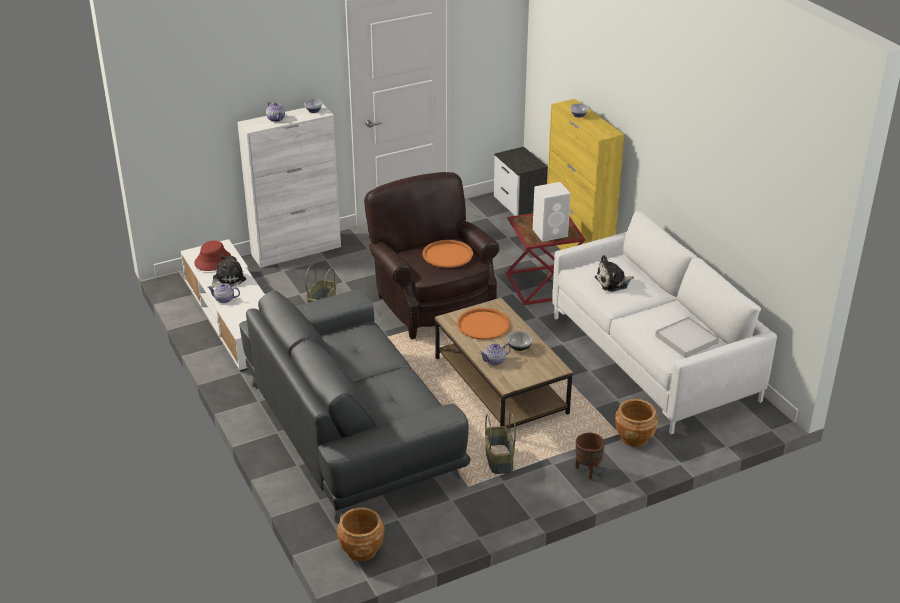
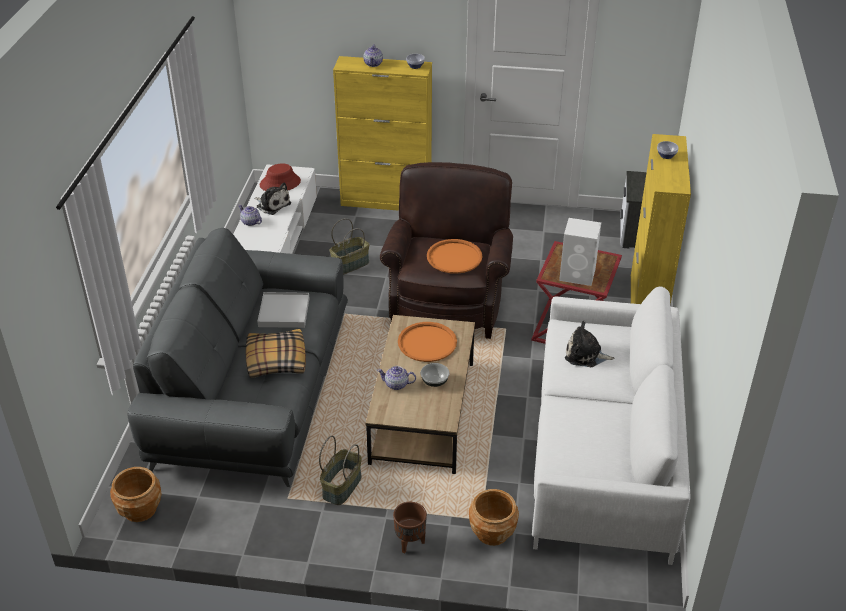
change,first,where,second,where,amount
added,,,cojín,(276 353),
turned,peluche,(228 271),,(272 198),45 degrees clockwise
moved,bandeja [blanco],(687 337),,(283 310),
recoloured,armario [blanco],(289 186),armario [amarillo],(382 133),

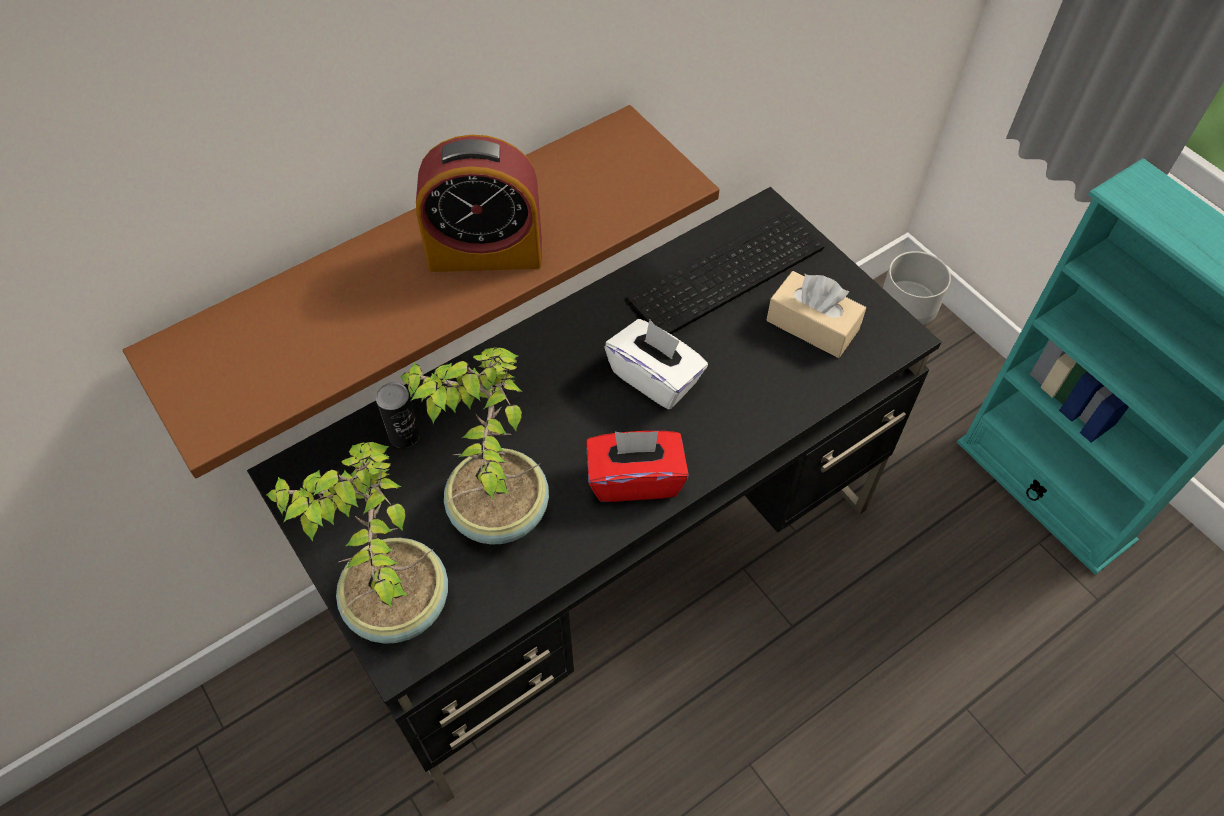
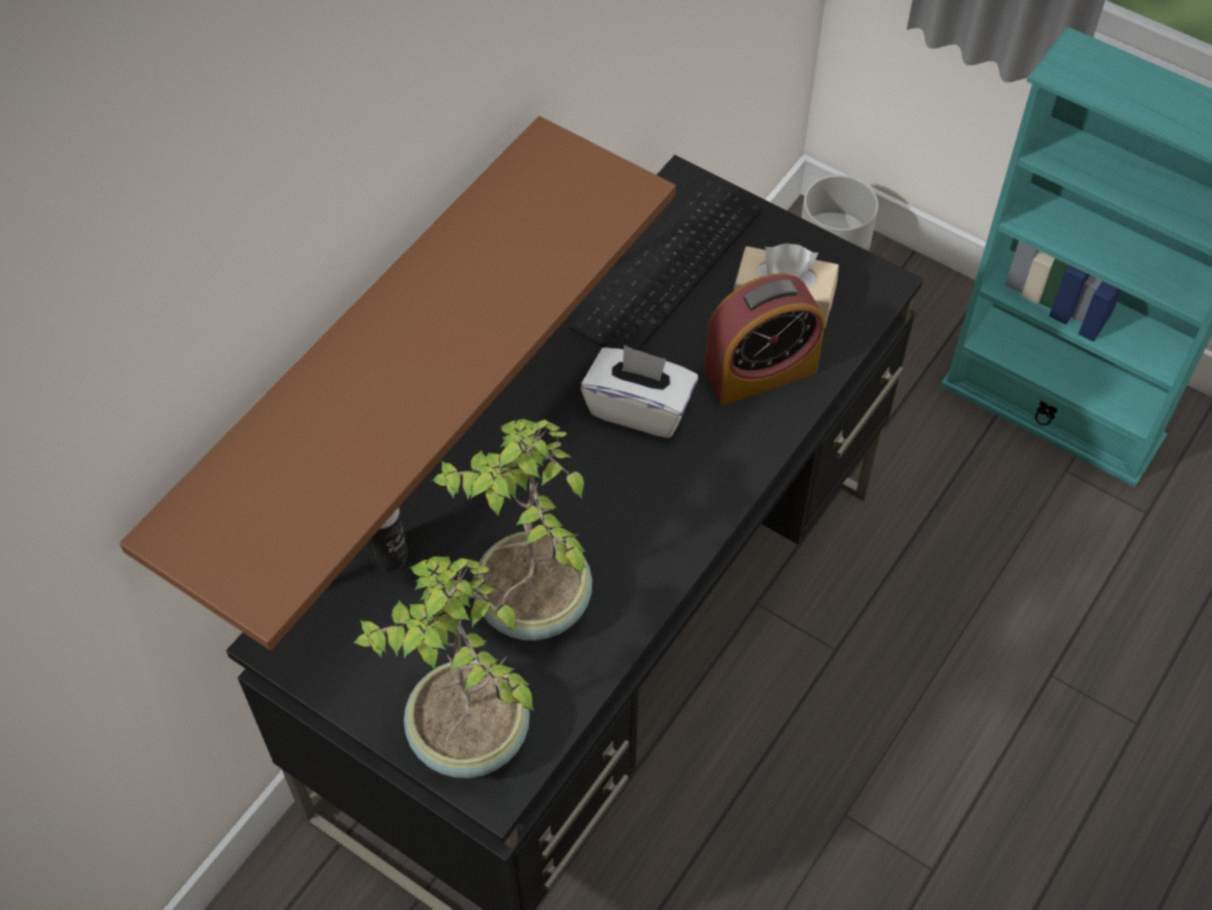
change,first,where,second,where,amount
moved,despertador,(479 203),,(764 339),
removed,caja de pañuelos [rojo],(637 466),,,

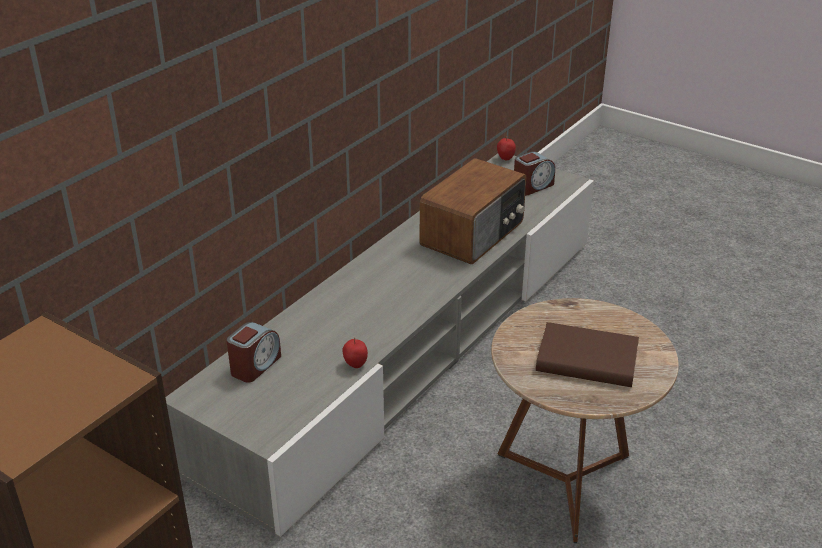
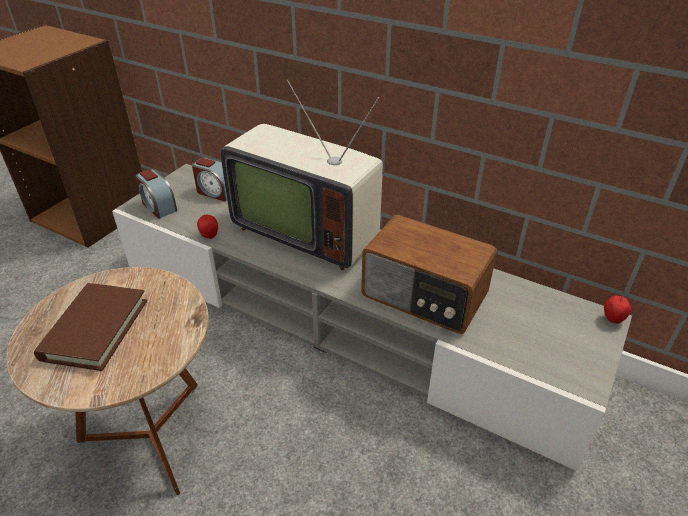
change,first,where,second,where,amount
moved,despertador,(534 173),,(156 194),
added,,,televisor,(302 175),

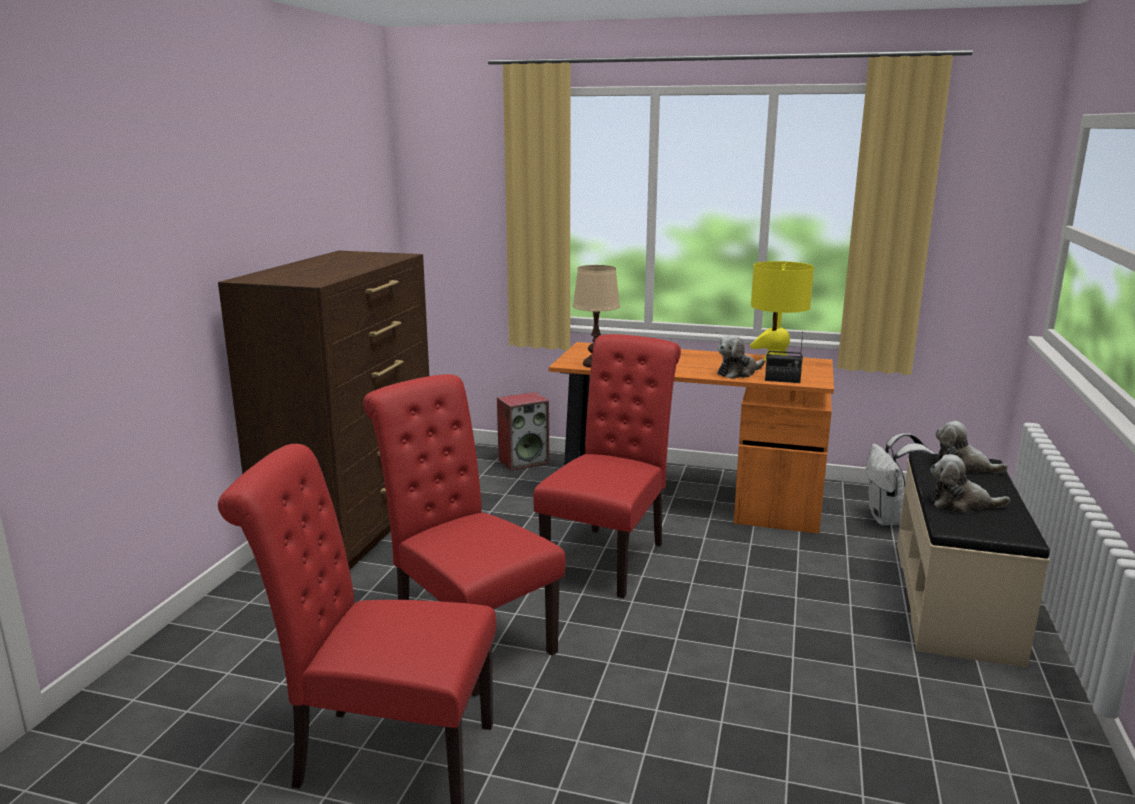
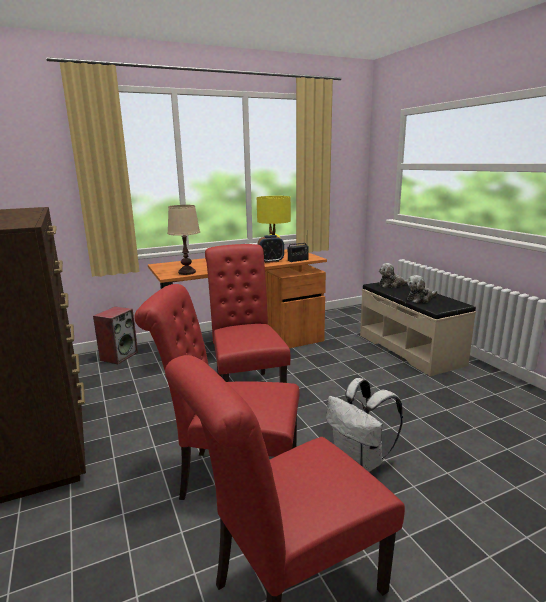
change,first,where,second,where,amount
replaced,peluche,(741 357),despertador,(271 249),
moved,mochila [blanco],(900 479),,(364 425),

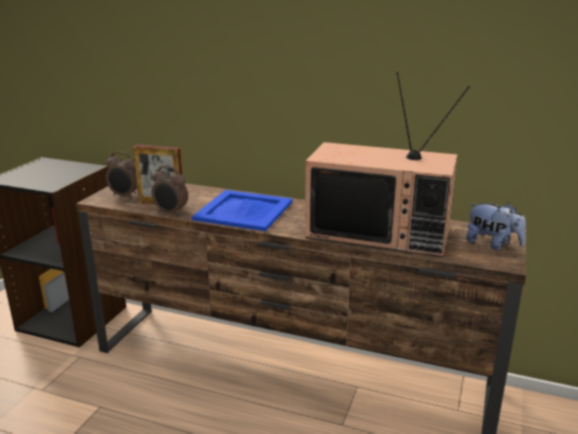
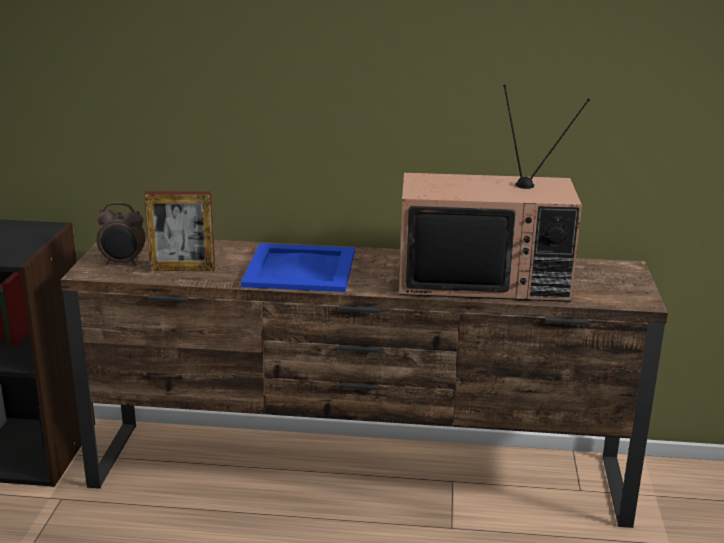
change,first,where,second,where,amount
removed,despertador,(170 191),,,
removed,peluche,(496 227),,,

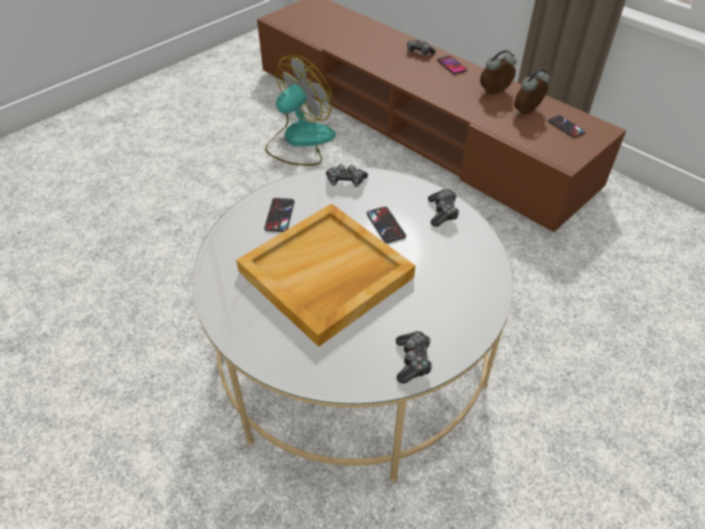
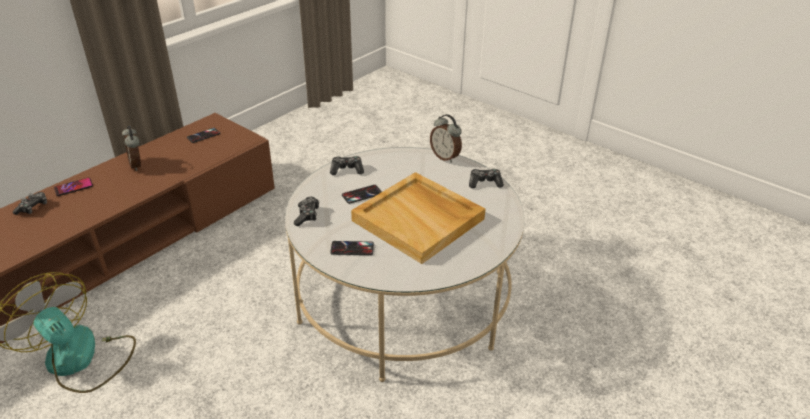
change,first,where,second,where,amount
moved,despertador,(532 91),,(446 138),

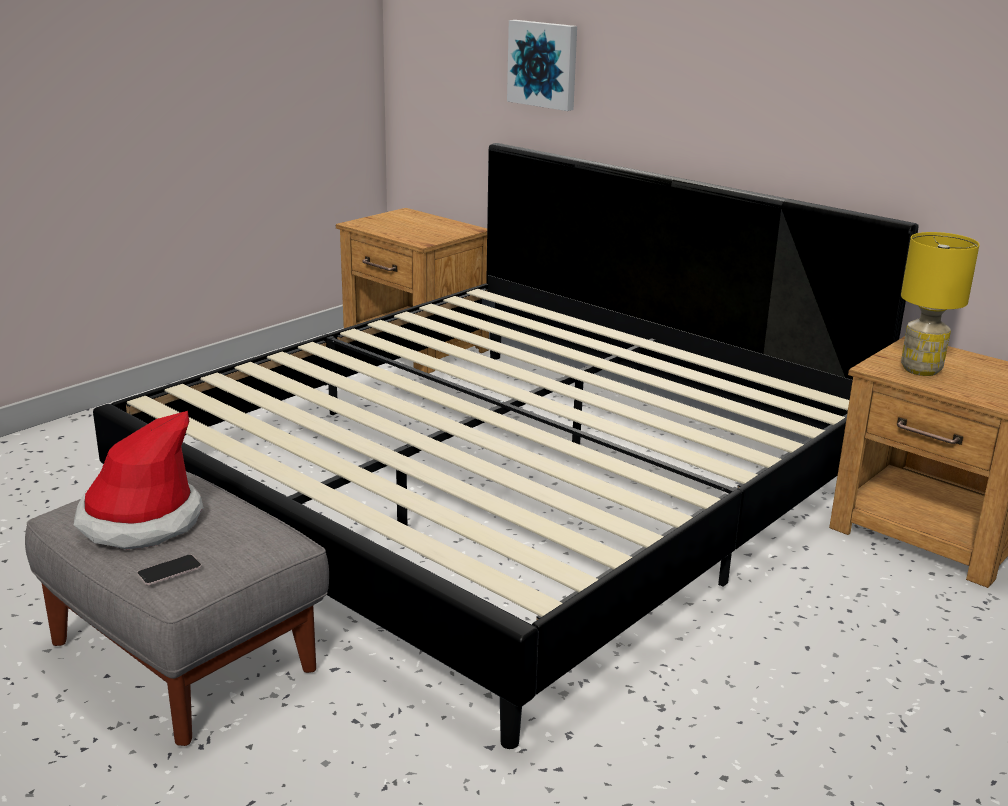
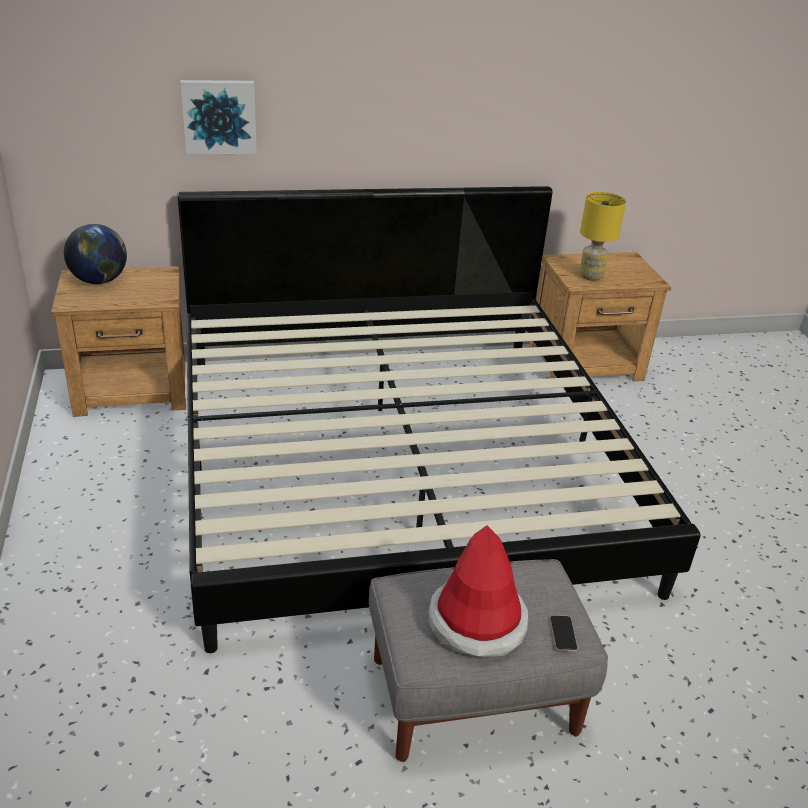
change,first,where,second,where,amount
added,,,globo terráqueo,(95 254),

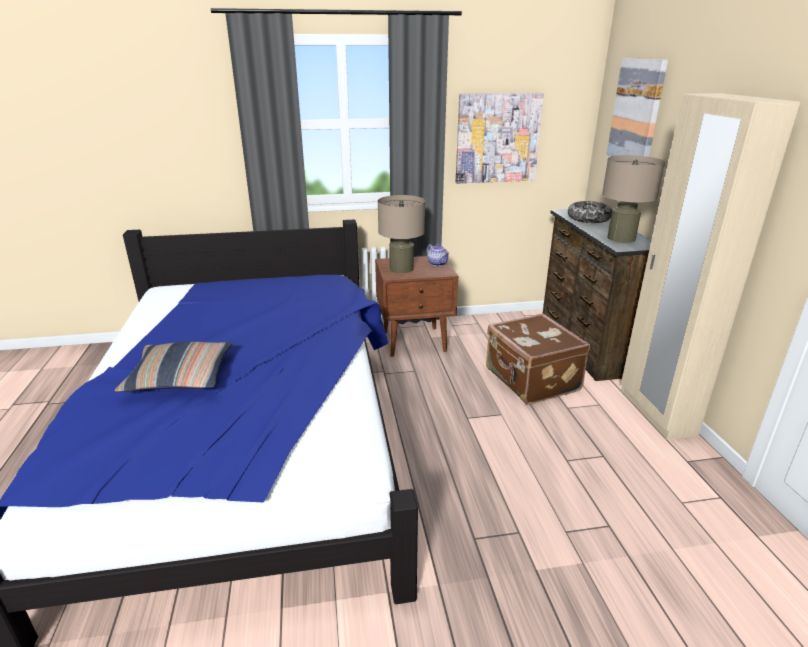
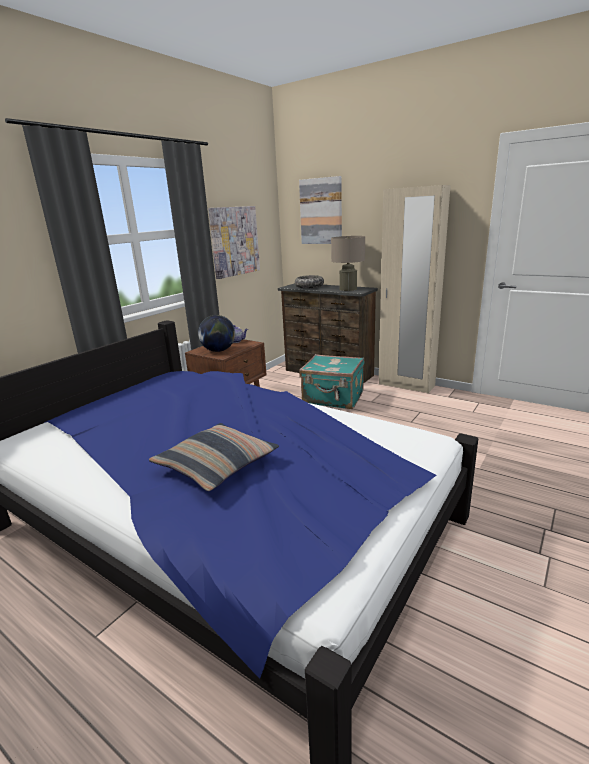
change,first,where,second,where,amount
replaced,lámpara de mesa [beis],(401 234),globo terráqueo,(216 333),
recoloured,maleta [marrón],(538 359),maleta [turquesa],(332 381),

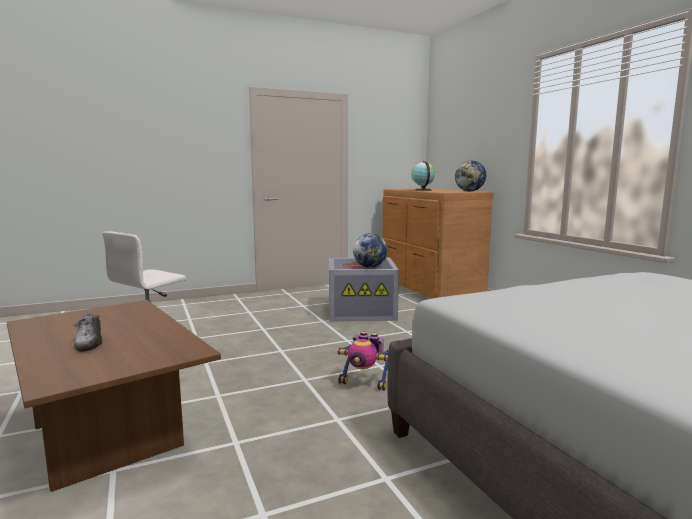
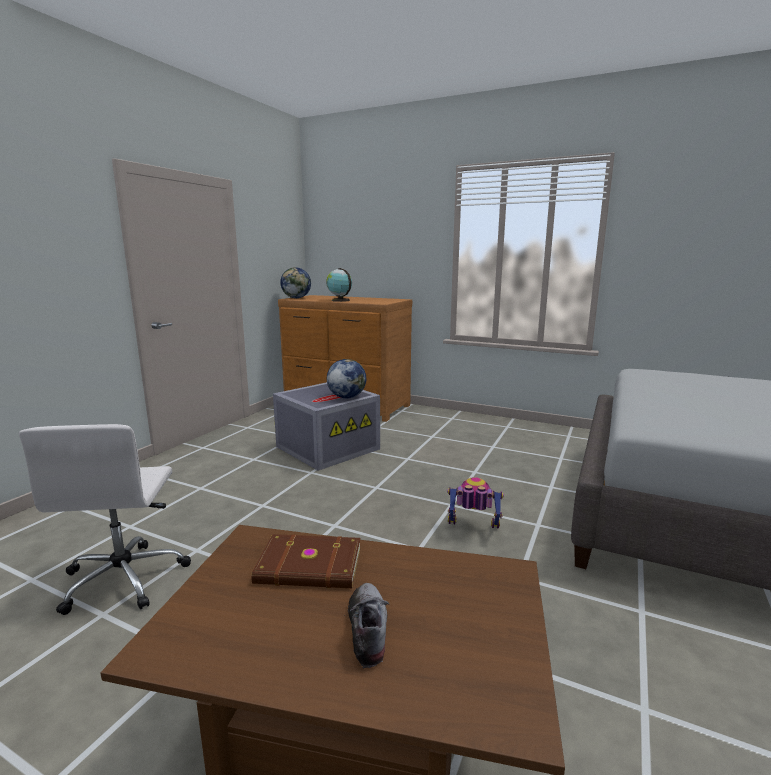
change,first,where,second,where,amount
added,,,libro [marrón],(306 561),
moved,globo terráqueo,(470 176),,(295 282),
turned,zapato,(88 332),,(368 625),120 degrees counterclockwise
turned,robot de juguete,(363 361),,(475 502),150 degrees counterclockwise

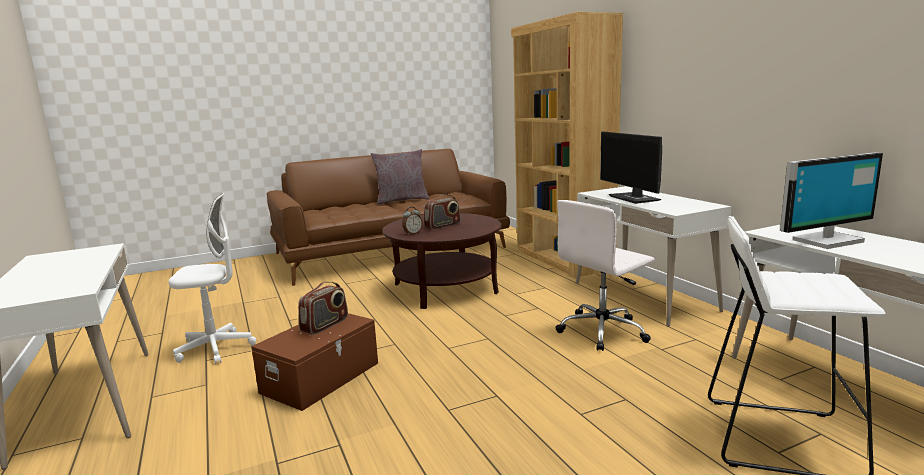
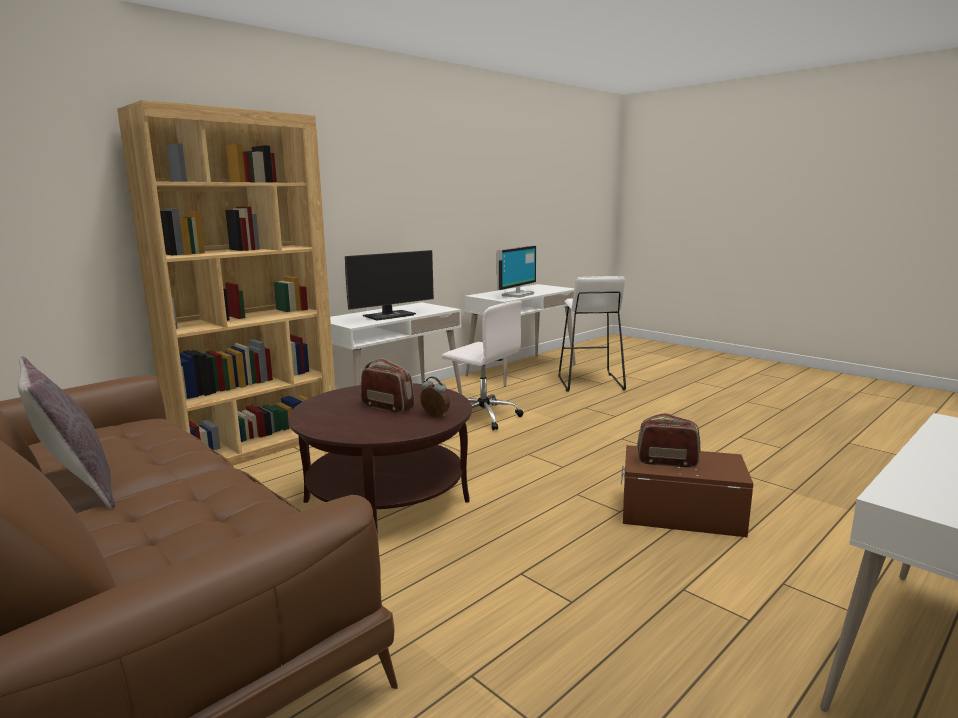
change,first,where,second,where,amount
turned,monitor,(831 201),,(516 272),75 degrees clockwise
removed,silla de oficina [blanco],(212 278),,,

